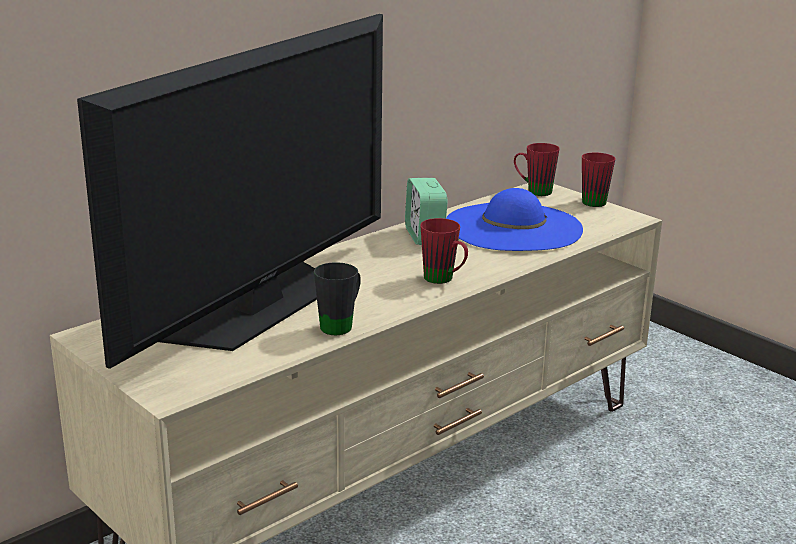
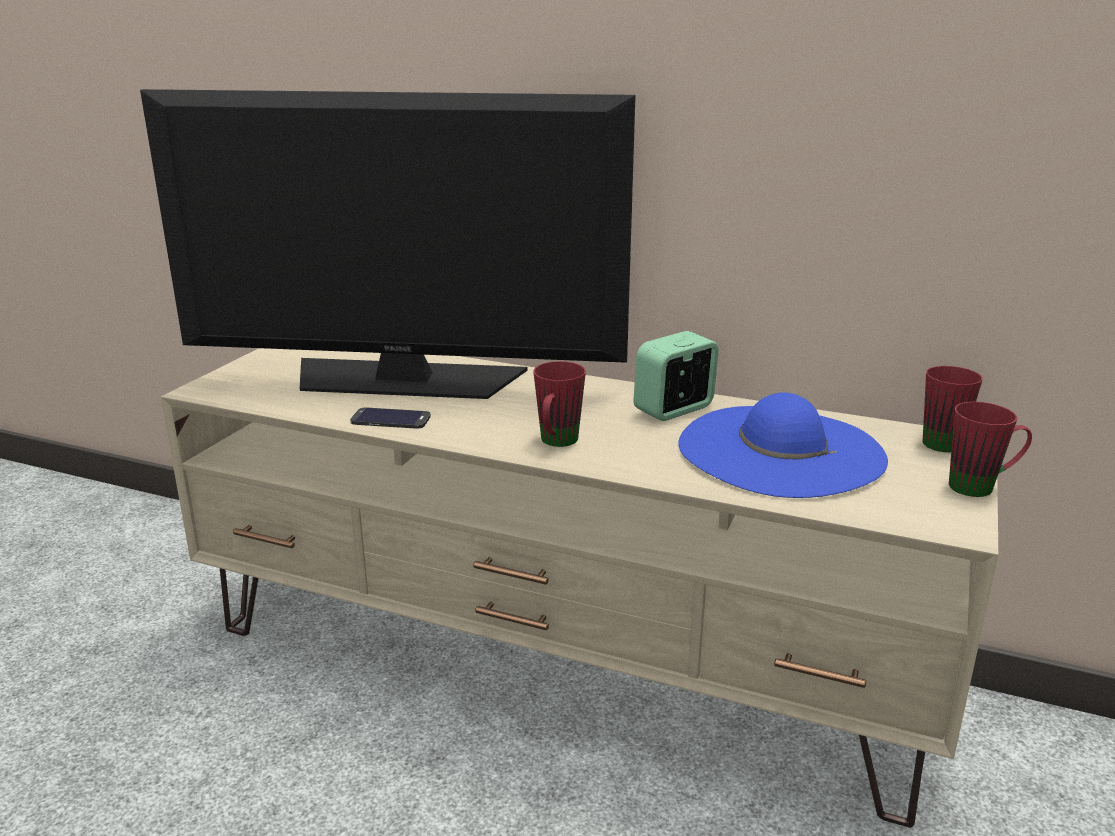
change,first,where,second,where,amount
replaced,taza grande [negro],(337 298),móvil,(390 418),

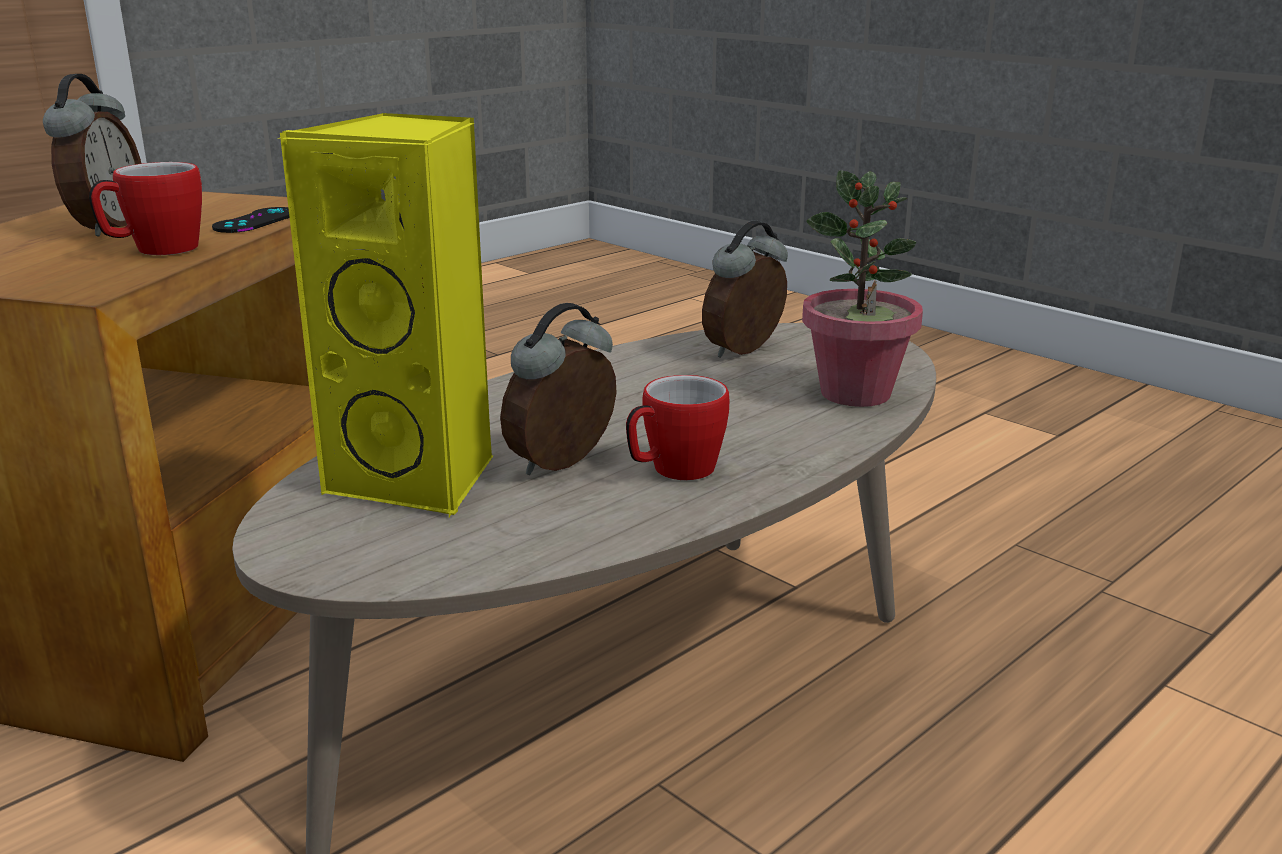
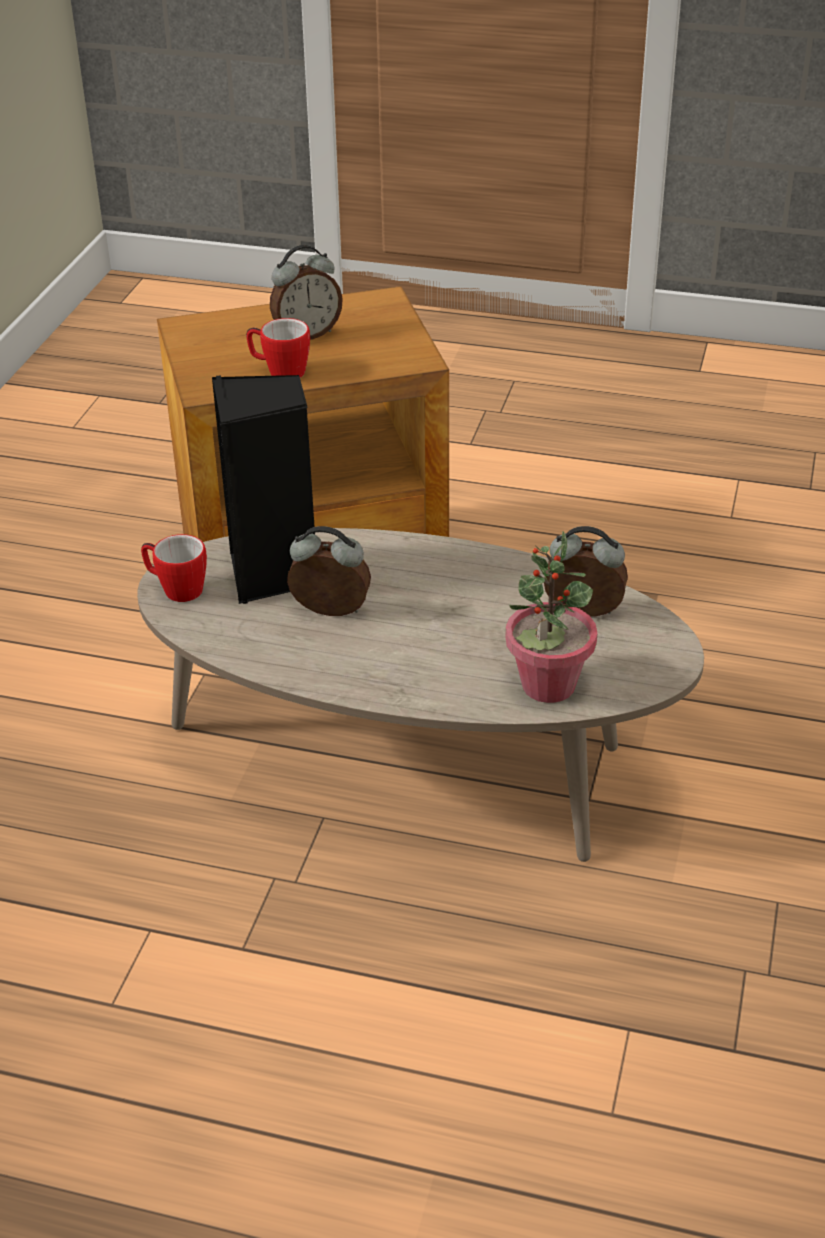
change,first,where,second,where,amount
moved,taza grande,(677 427),,(174 568),
recoloured,altavoz [amarillo],(386 315),altavoz [negro],(263 489),
removed,mando de consola [negro],(251 220),,,

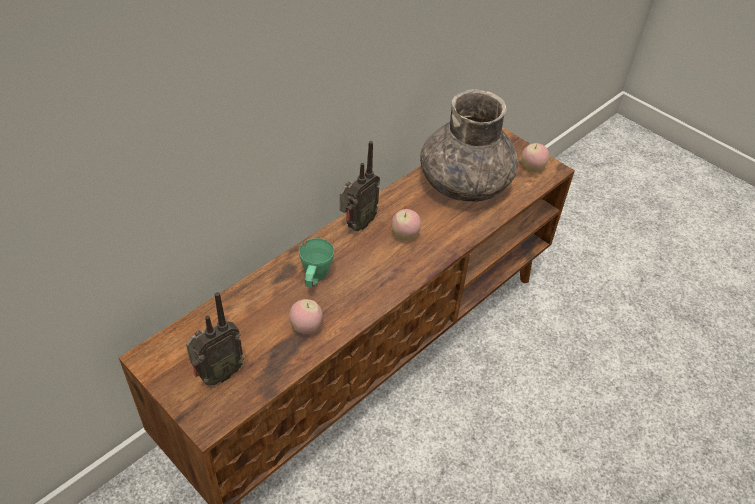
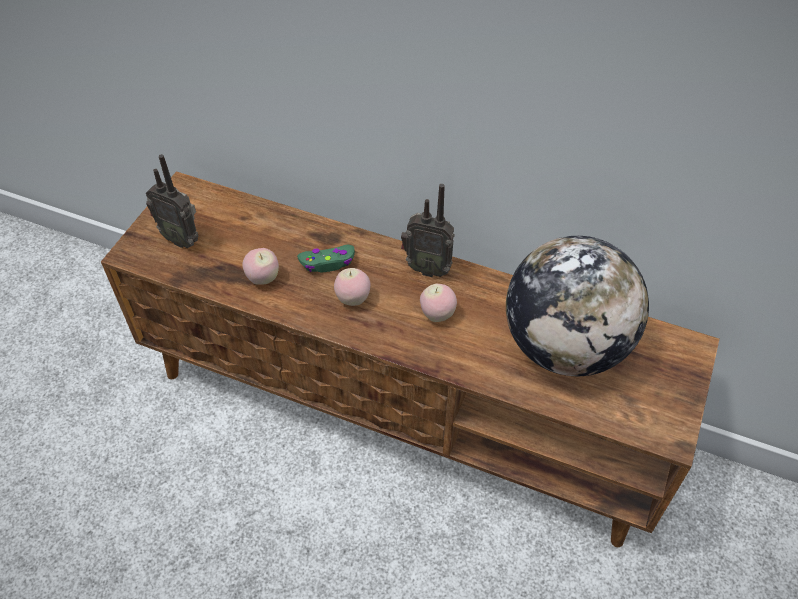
change,first,where,second,where,amount
replaced,taza grande [verde],(316 263),mando de consola [verde],(326 259),
moved,manzana,(535 157),,(352 287),
replaced,florero [gris],(469 145),globo terráqueo,(577 306),

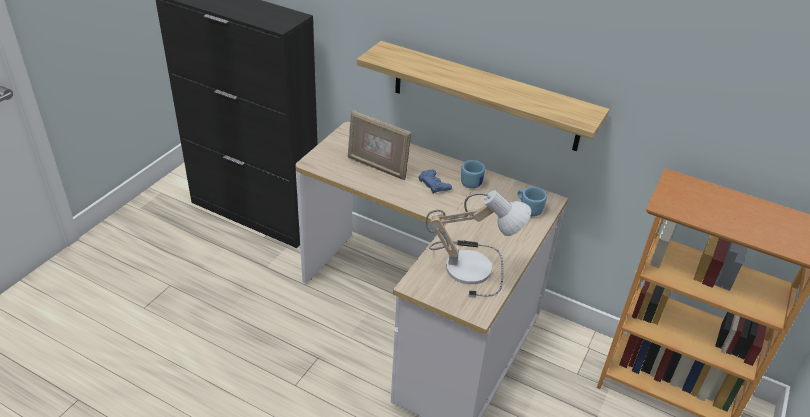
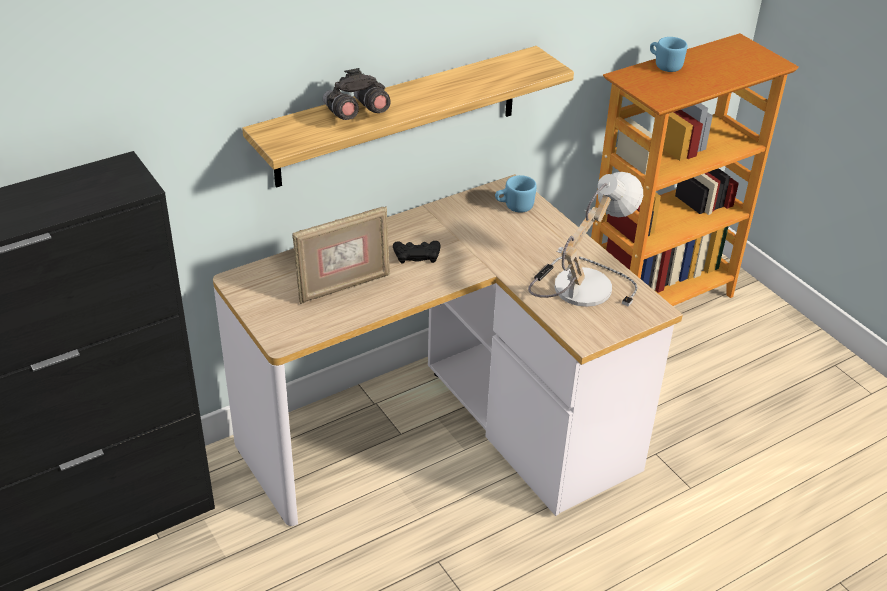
change,first,where,second,where,amount
added,,,prismáticos [gris],(357 94),
recoloured,mando de consola [azul],(435 182),mando de consola [negro],(417 252),
moved,taza grande [azul],(473 174),,(668 54),

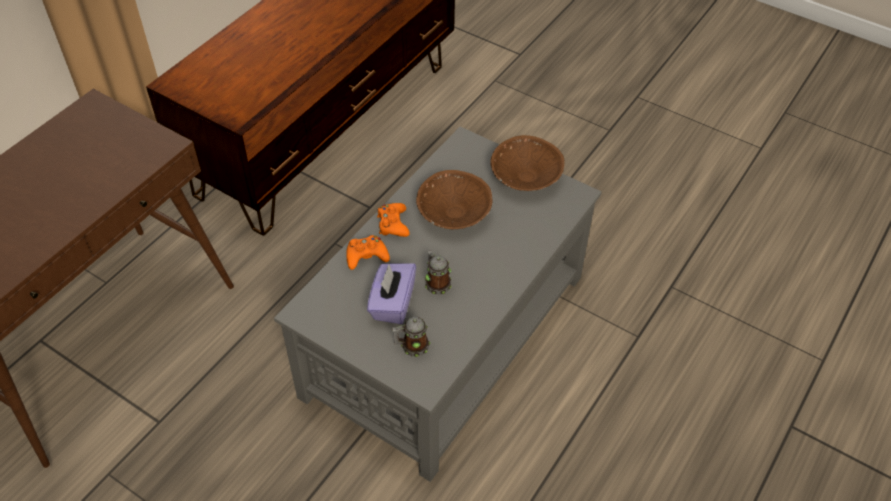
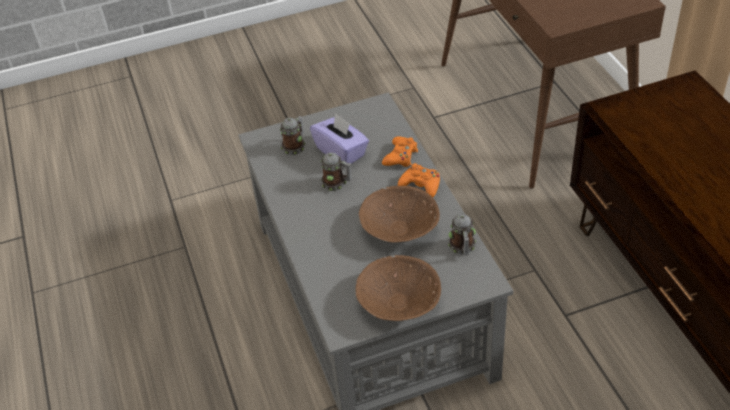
change,first,where,second,where,amount
added,,,taza grande,(462 235),

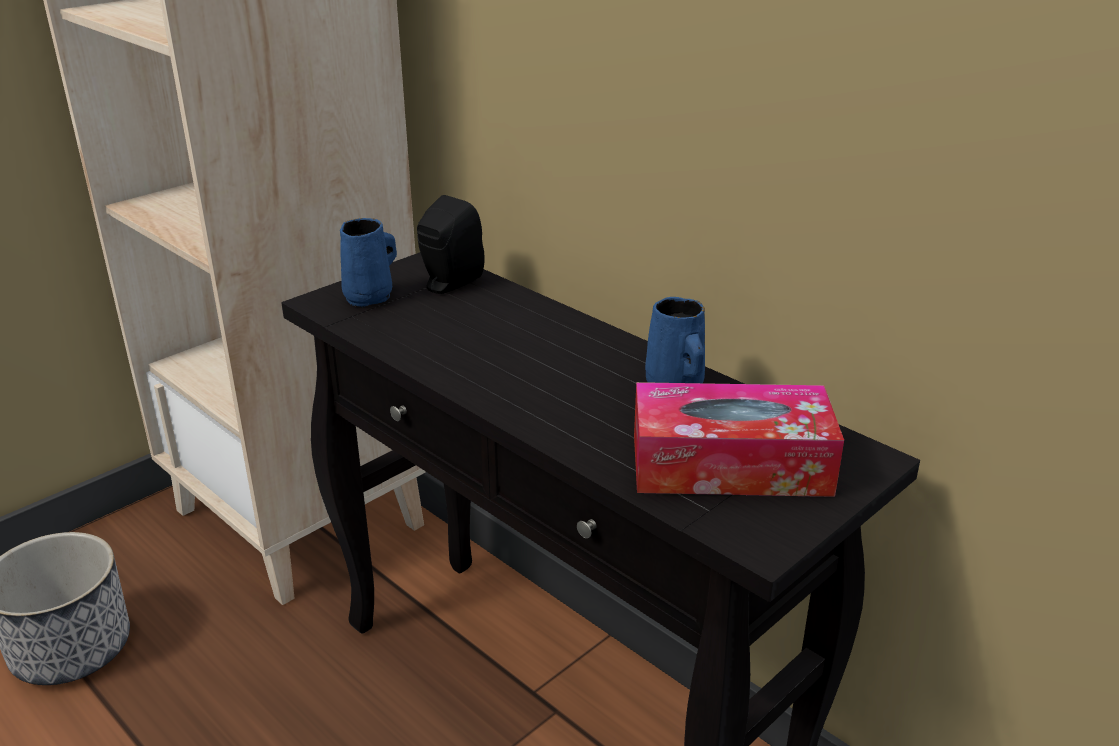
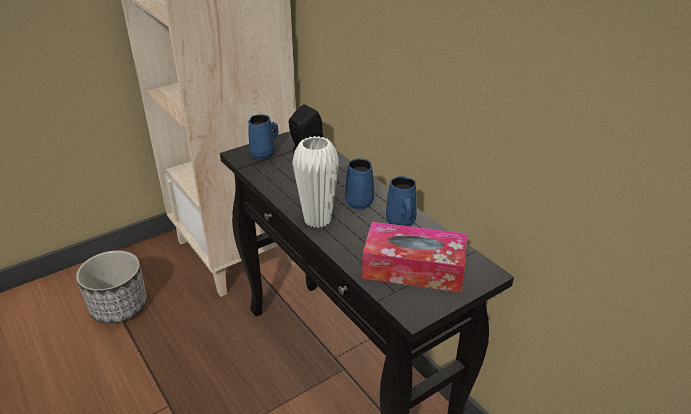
change,first,where,second,where,amount
added,,,florero [blanco],(315 182),
added,,,taza grande [azul],(359 184),

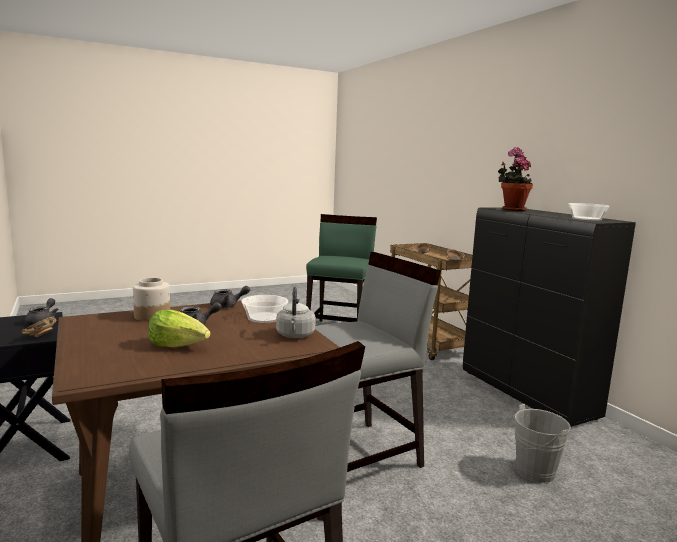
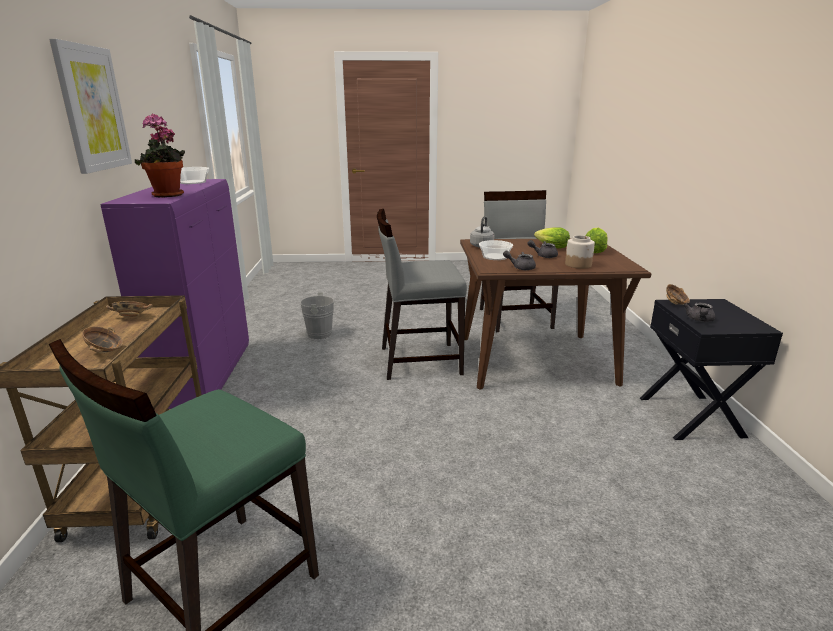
change,first,where,second,where,amount
added,,,cuadro,(90 106),
recoloured,armario [negro],(549 317),armario [morado],(174 294),
added,,,lechuga,(596 240),

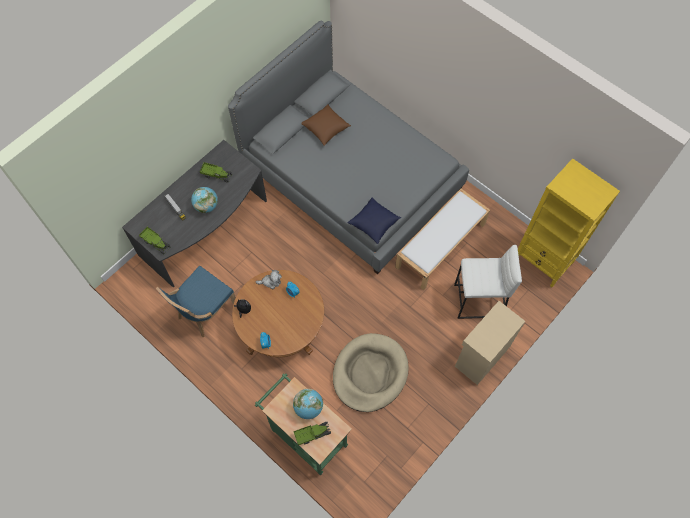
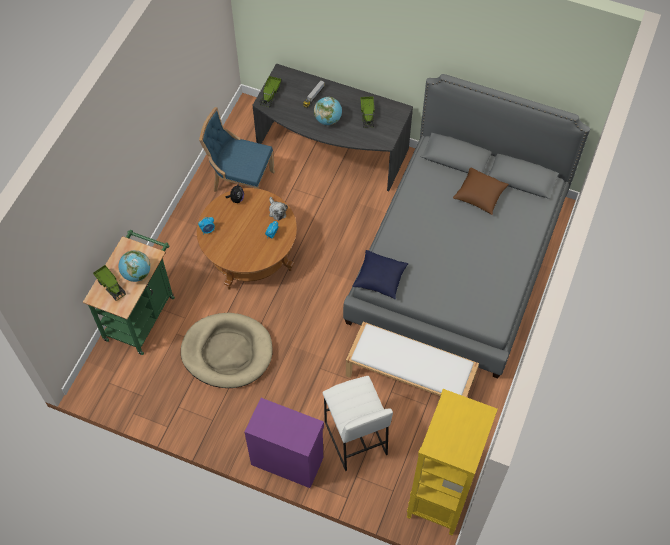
change,first,where,second,where,amount
recoloured,armario [beis],(490 343),armario [morado],(284 443),

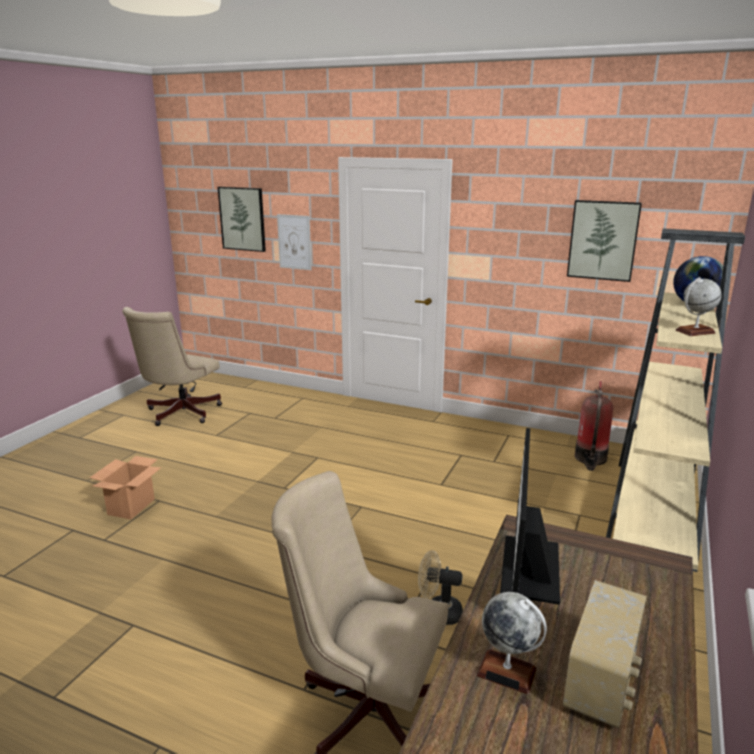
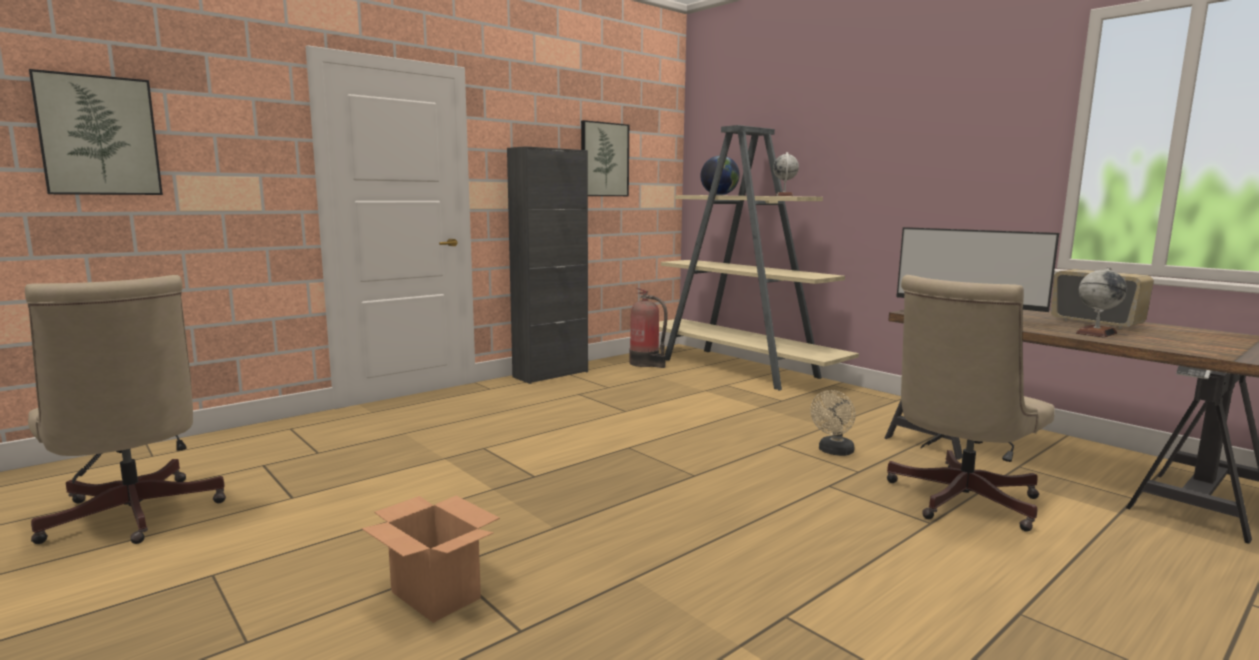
change,first,where,second,where,amount
added,,,armario [negro],(547 265),
removed,cuadro,(294 242),,,

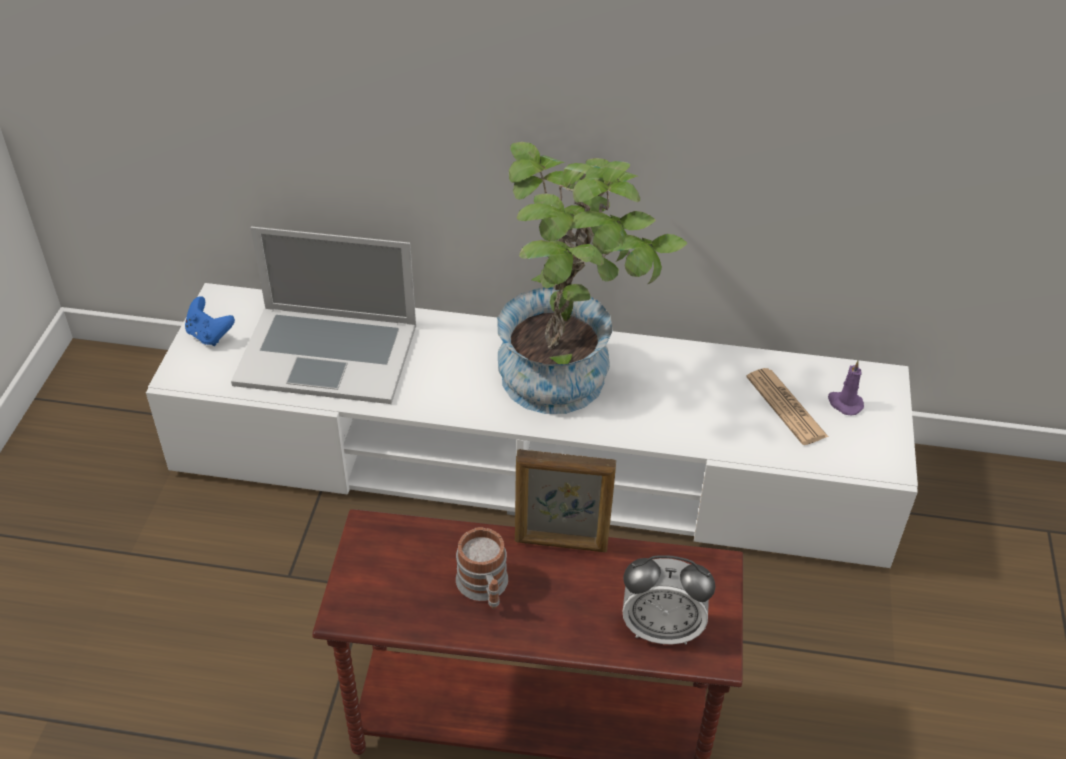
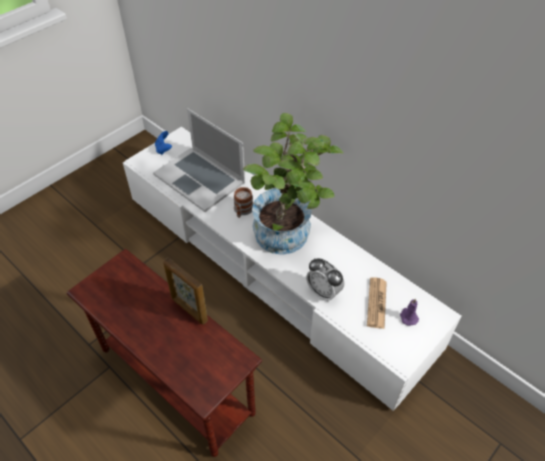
change,first,where,second,where,amount
moved,taza grande,(482 568),,(243 202),
moved,despertador,(669 599),,(325 280),

